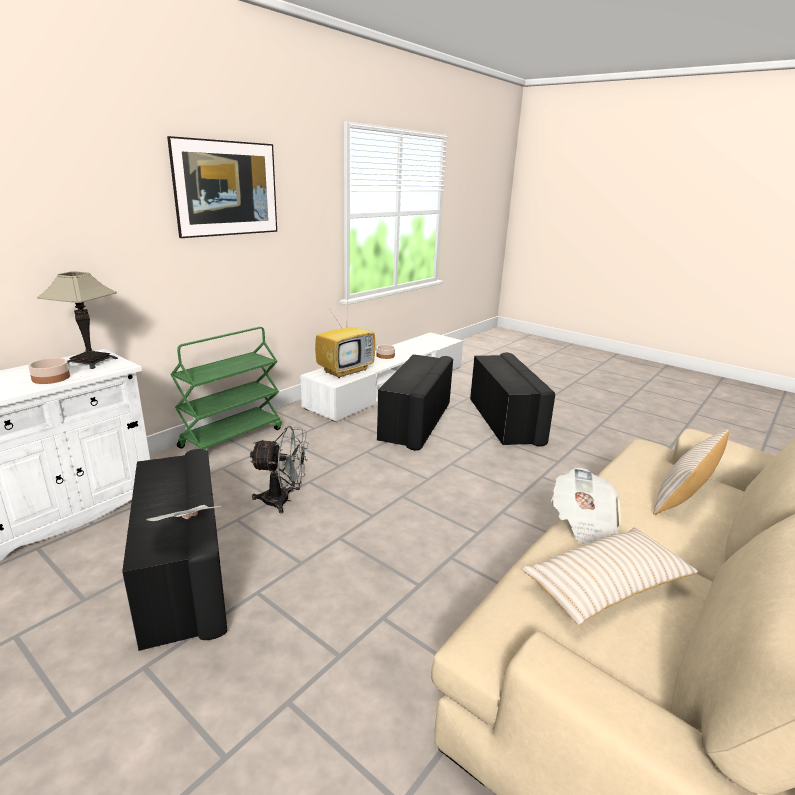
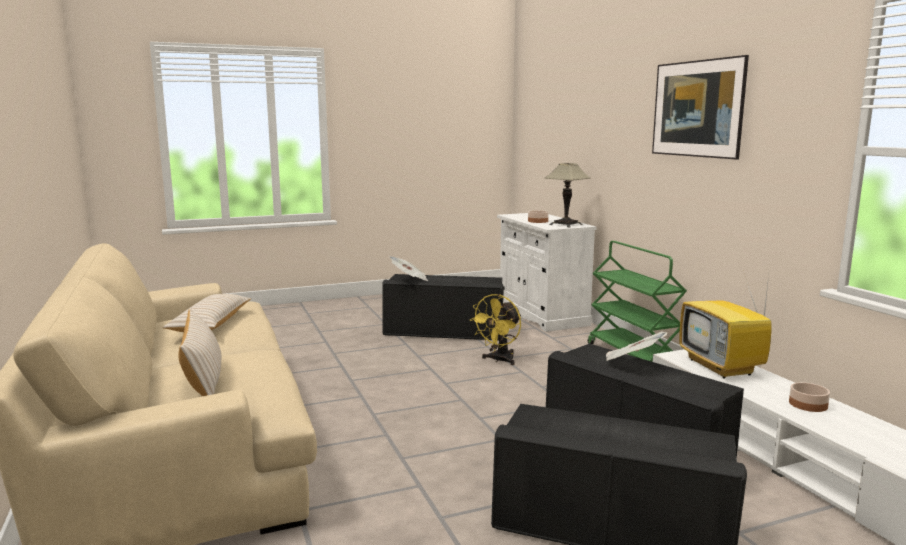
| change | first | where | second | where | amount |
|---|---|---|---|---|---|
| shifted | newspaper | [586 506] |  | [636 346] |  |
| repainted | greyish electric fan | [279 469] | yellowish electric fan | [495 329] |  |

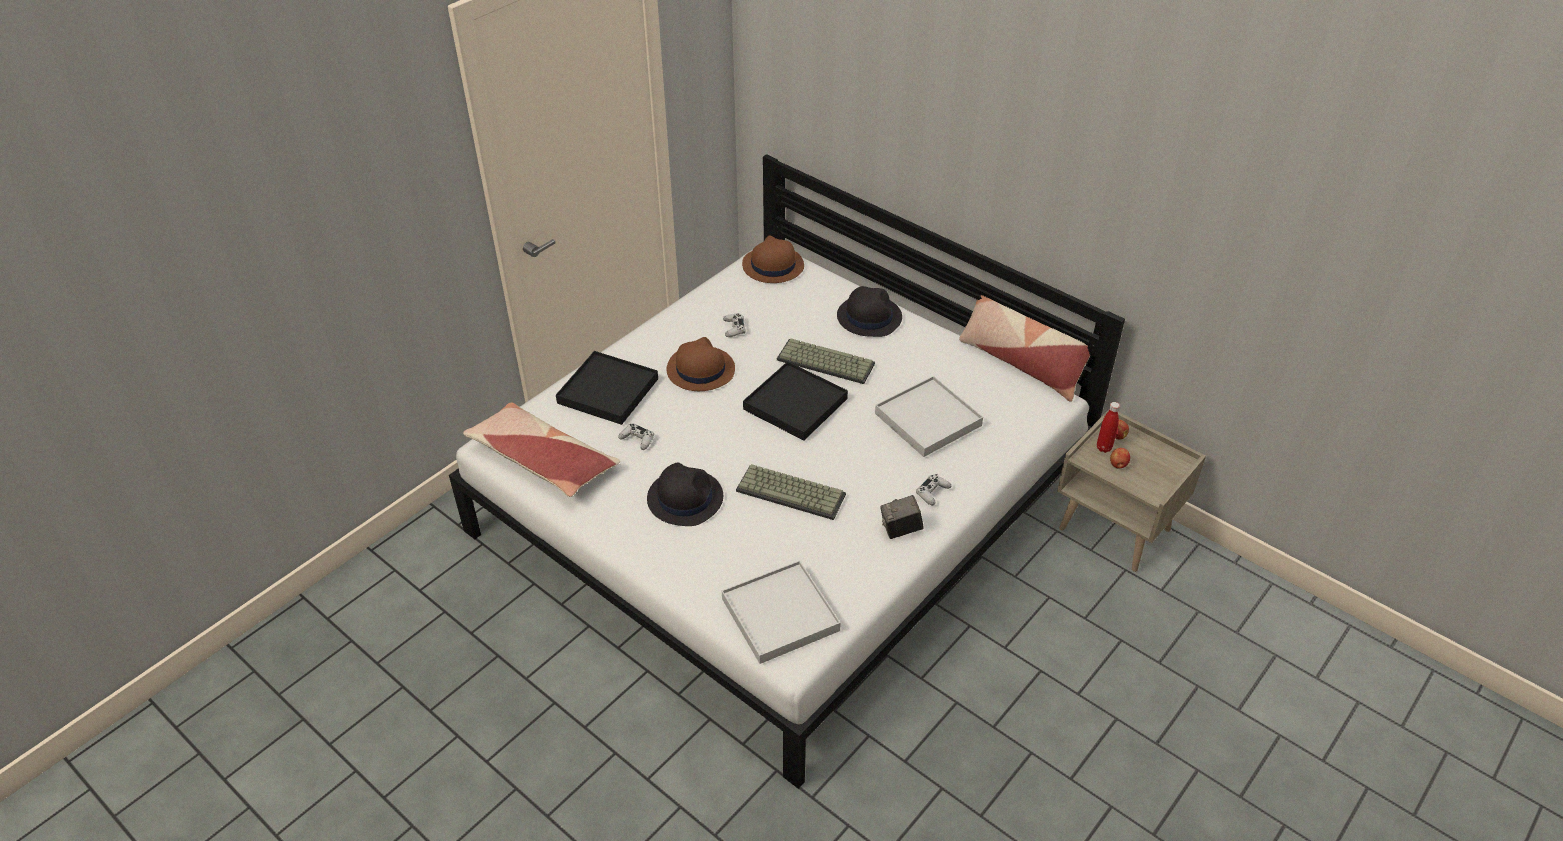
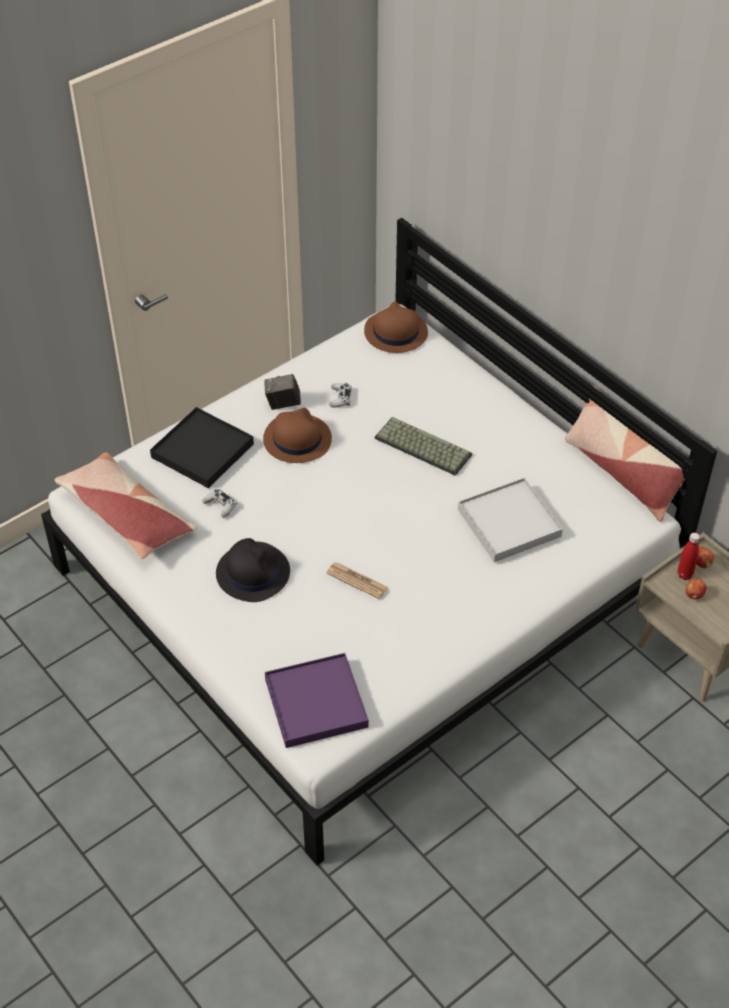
| change | first | where | second | where | amount |
|---|---|---|---|---|---|
| gone | blackish serving tray | [795 401] |  |  |  |
| gone | blackish hat | [869 311] |  |  |  |
| gone | white gamepad | [933 489] |  |  |  |
| shifted | photo camera | [901 517] |  | [282 392] |  |
| swapped | PC keyboard | [791 492] | newspaper | [357 580] |  |
| repainted | white serving tray | [781 612] | purple serving tray | [317 700] |  |

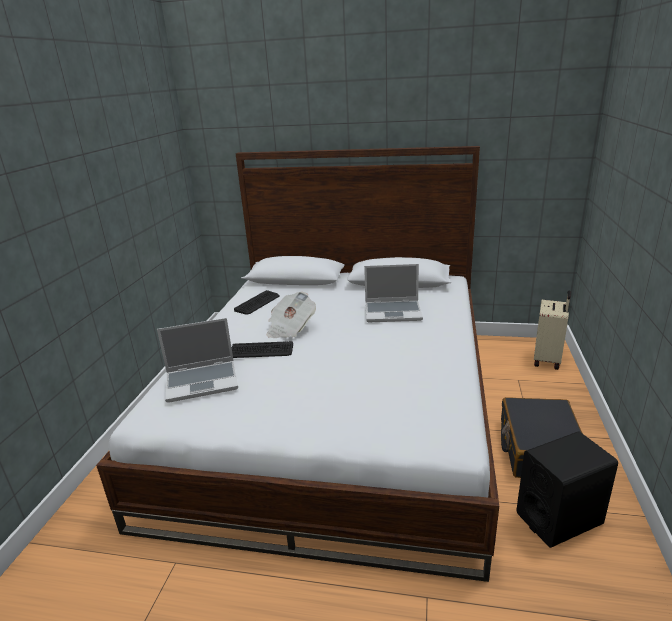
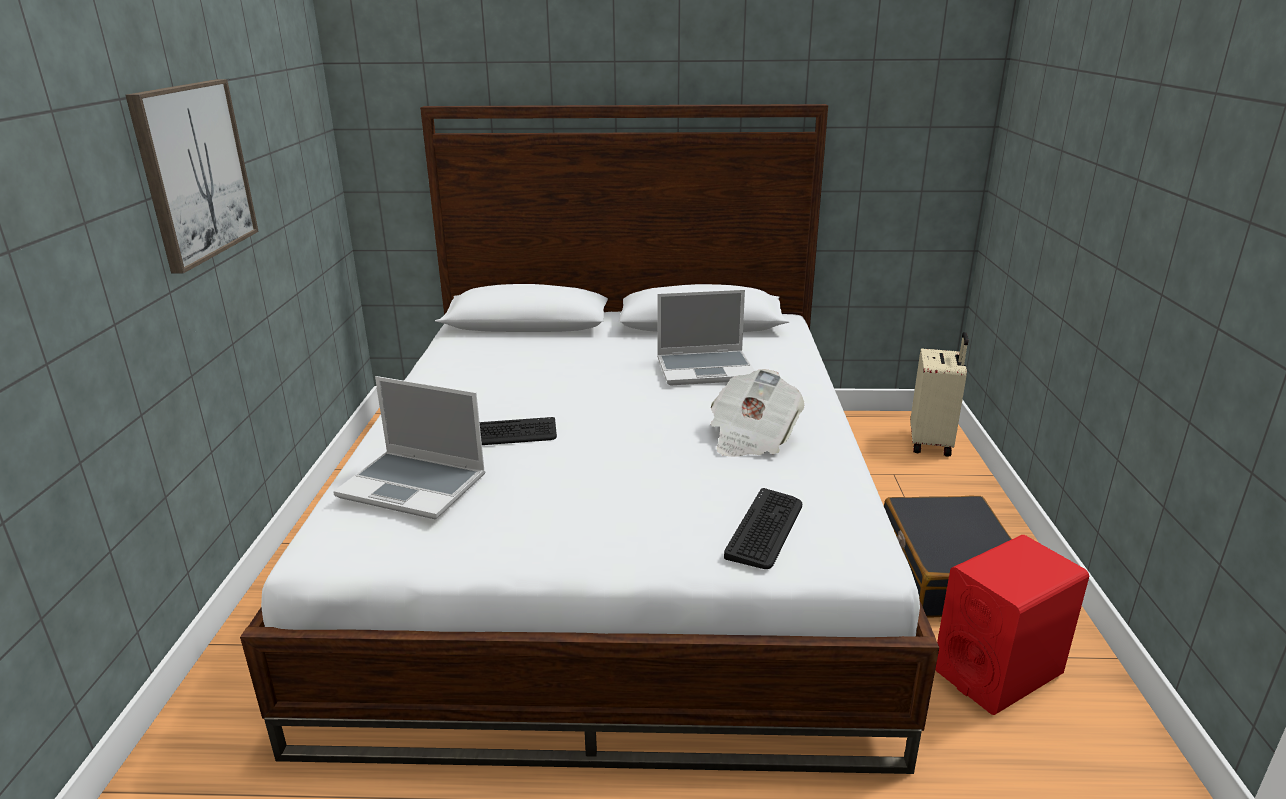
| change | first | where | second | where | amount |
|---|---|---|---|---|---|
| new |  |  | picture | [192 176] |  |
| shifted | PC keyboard | [256 302] |  | [763 528] |  |
| shifted | newspaper | [291 315] |  | [757 413] |  |
| repainted | blackish loudspeaker | [567 489] | red loudspeaker | [1012 625] |  |
| rotated | notebook computer | [197 360] |  | [409 447] | 45 degrees clockwise |

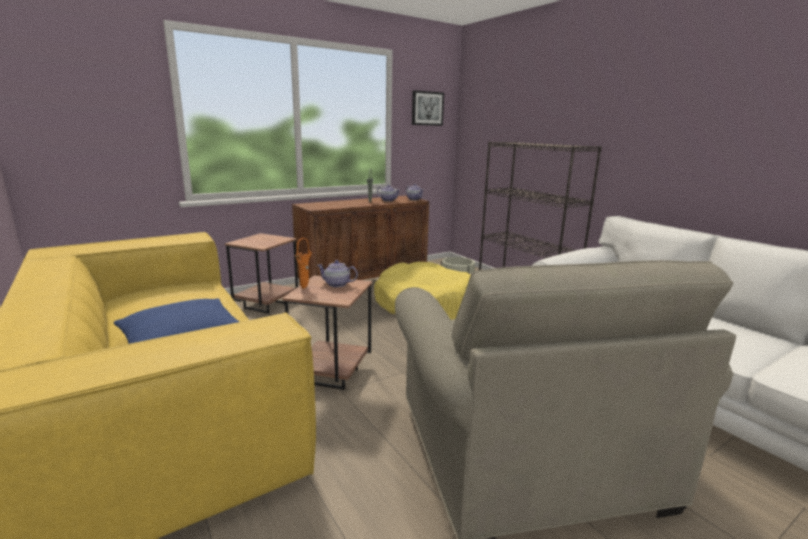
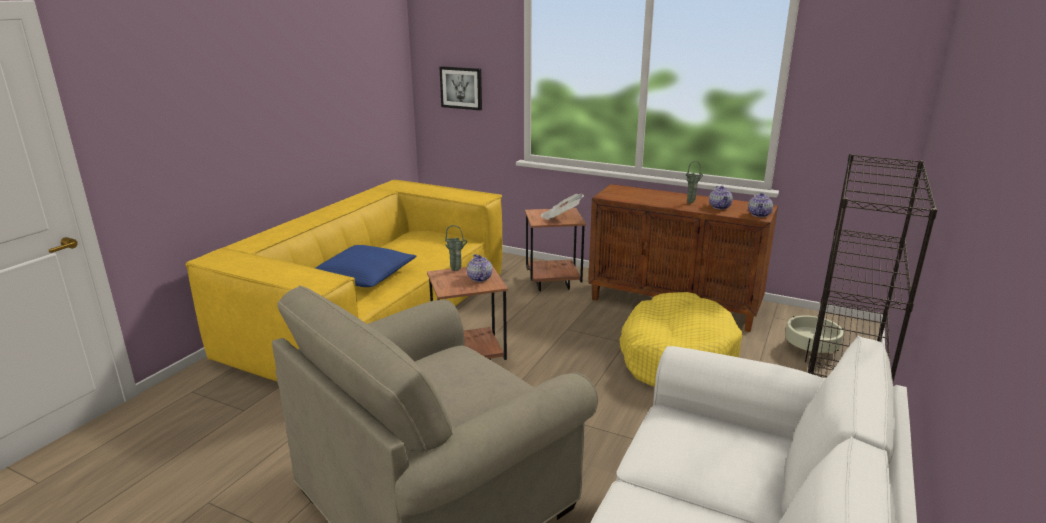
| change | first | where | second | where | amount |
|---|---|---|---|---|---|
| new |  |  | newspaper | [562 207] |  |
| shifted | picture | [428 108] |  | [460 88] |  |
| repainted | orange-coloured decorative vase | [303 263] | green-coloured decorative vase | [456 248] |  |

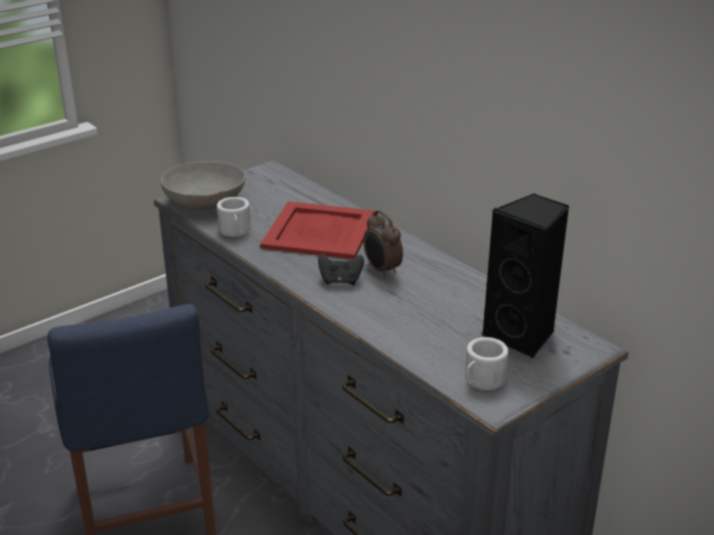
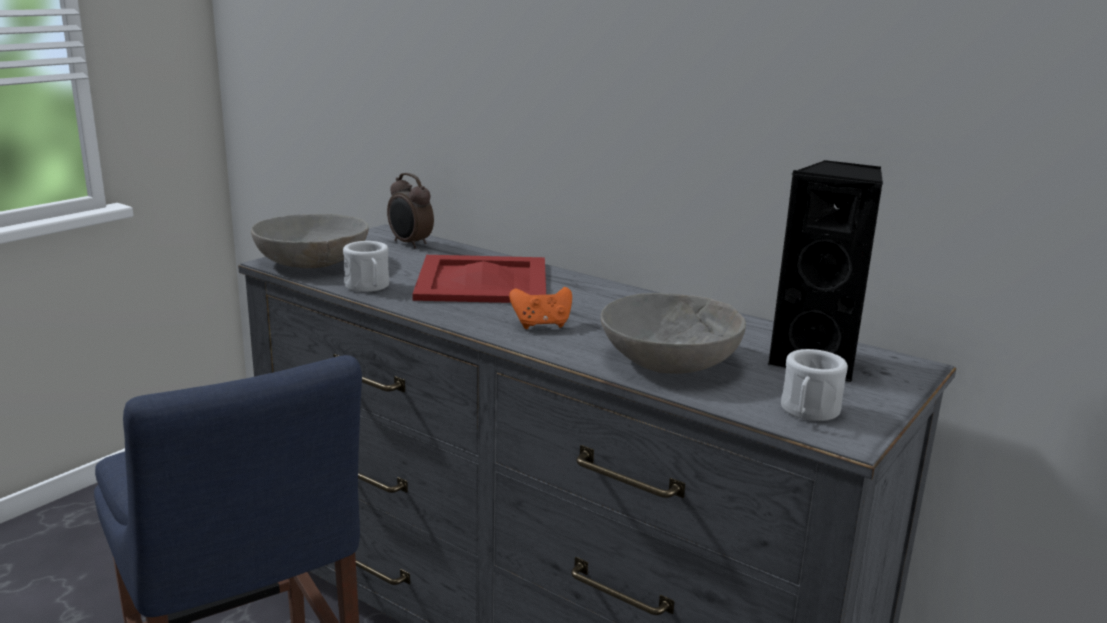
| change | first | where | second | where | amount |
|---|---|---|---|---|---|
| new |  |  | greyish deep dish | [673 333] |  |
| shifted | bedside clock | [383 244] |  | [410 210] |  |
| repainted | blackish gamepad | [341 269] | orange-coloured gamepad | [540 308] |  |

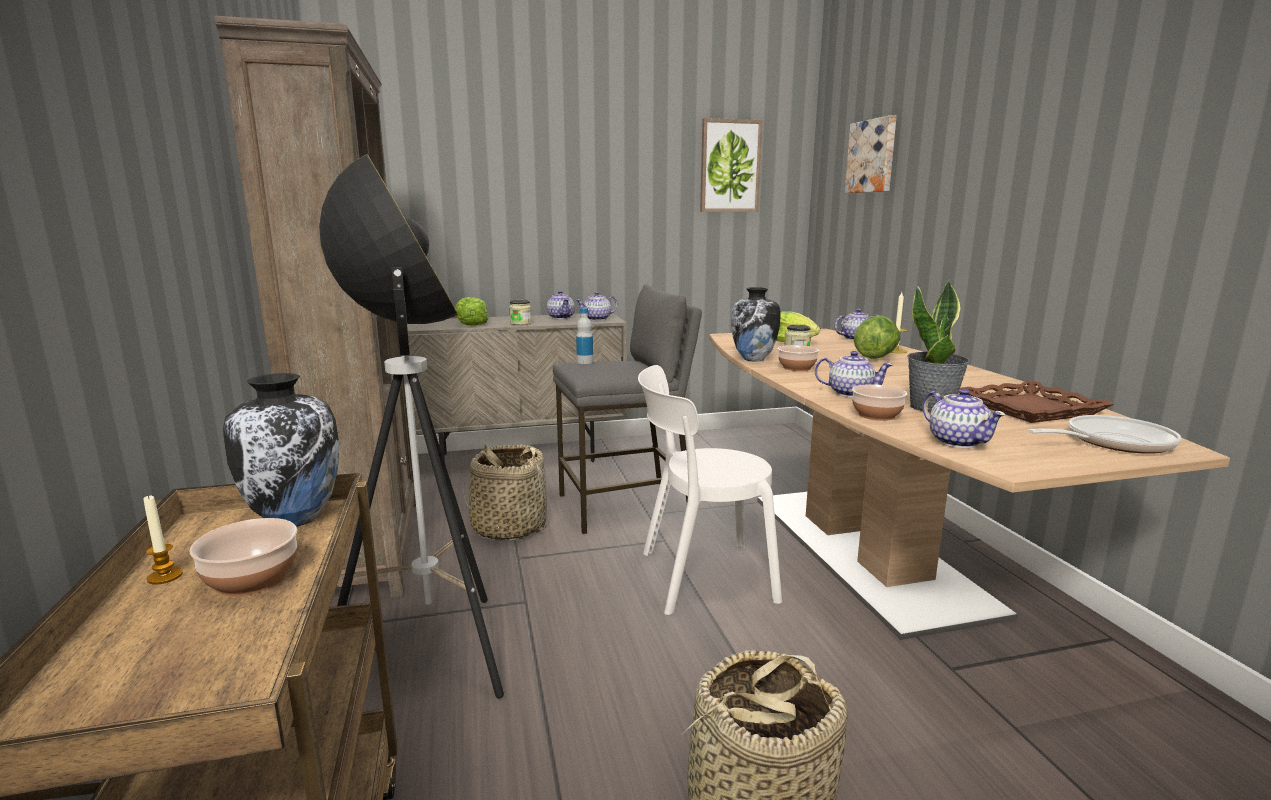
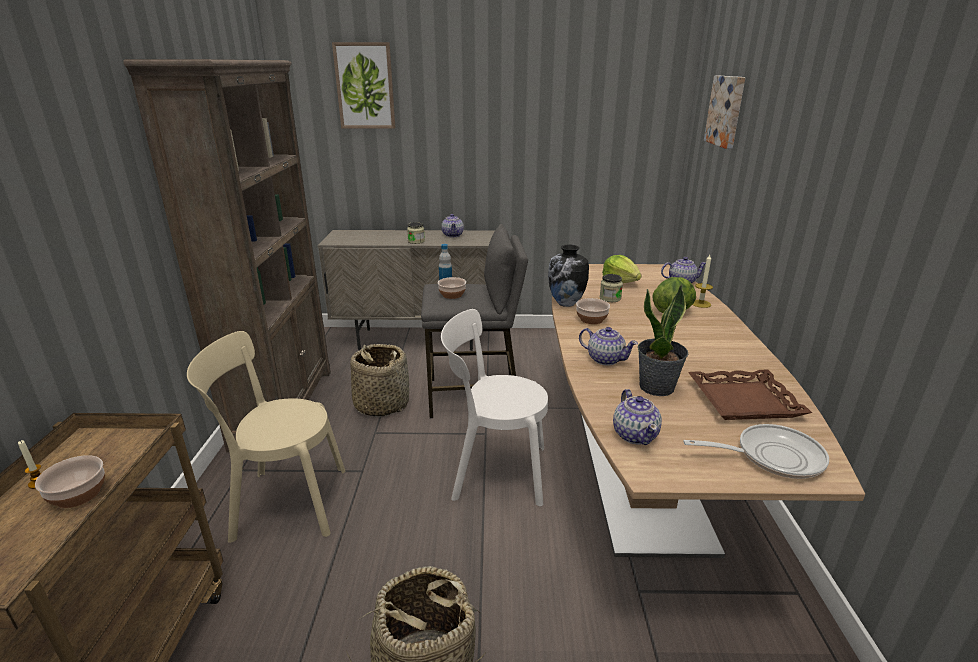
| change | first | where | second | where | amount |
|---|---|---|---|---|---|
| gone | decorative vase | [281 450] |  |  |  |
| gone | lettuce head | [472 311] |  |  |  |
| gone | pot for tea | [597 306] |  |  |  |
| shifted | picture | [731 165] |  | [363 85] |  |
| shifted | deep dish | [879 402] |  | [452 288] |  |
| swapped | floor lamp | [411 426] | beige chair | [266 437] |  |

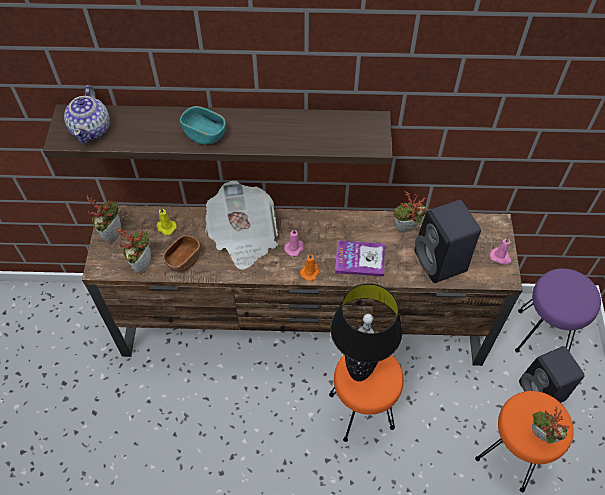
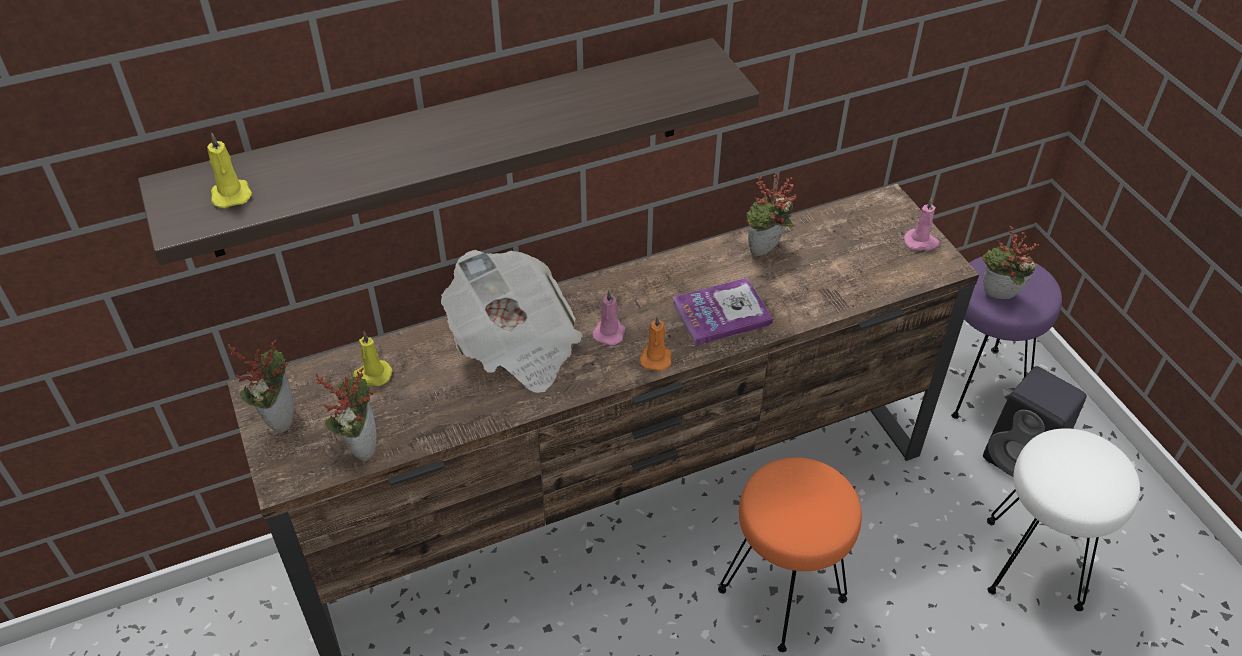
| change | first | where | second | where | amount |
|---|---|---|---|---|---|
| gone | brownish deep dish | [181 253] |  |  |  |
| gone | turquoise deep dish | [203 125] |  |  |  |
| gone | blackish lamp for a table | [366 332] |  |  |  |
| gone | blackish loudspeaker | [447 241] |  |  |  |
| shifted | houseplant | [551 425] |  | [1010 262] |  |
| swapped | pot for tea | [87 114] | yellowish candle | [229 170] |  |
| repainted | orange-coloured stool seat | [524 441] | white stool seat | [1063 519] |  |

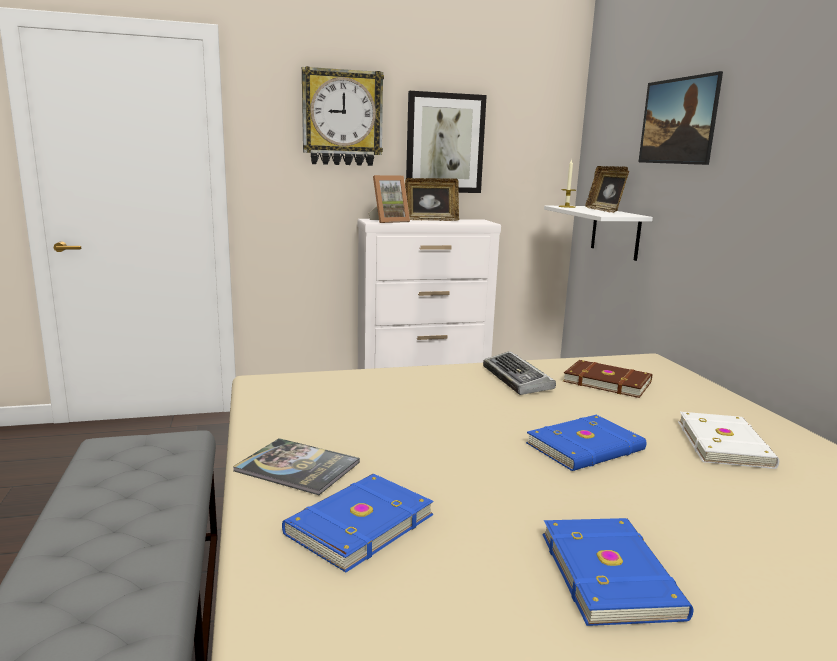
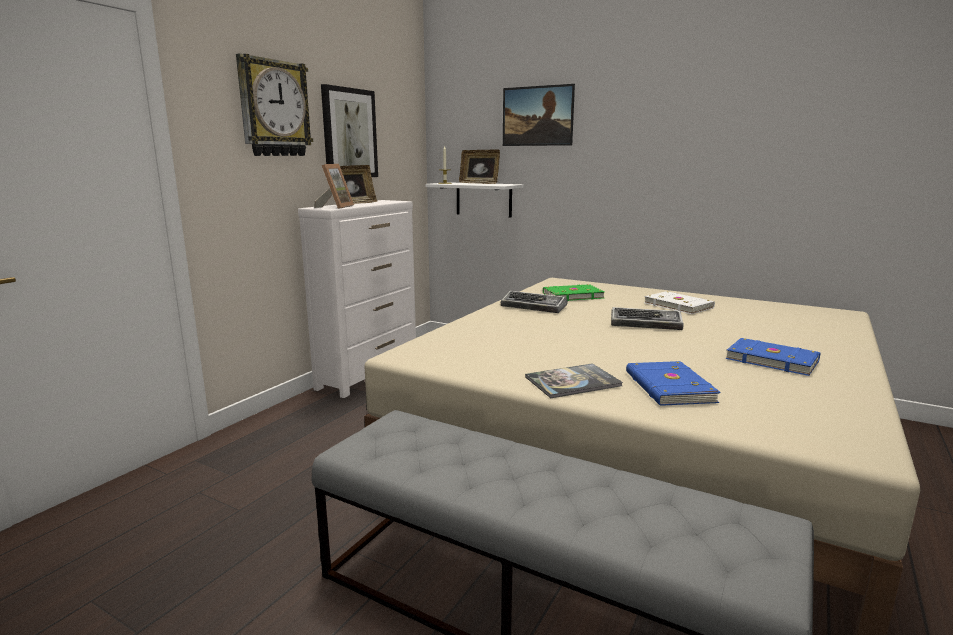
| change | first | where | second | where | amount |
|---|---|---|---|---|---|
| swapped | bluish volume | [586 443] | PC keyboard | [647 318] |  |
| repainted | brownish volume | [607 379] | green-coloured volume | [573 292] |  |

